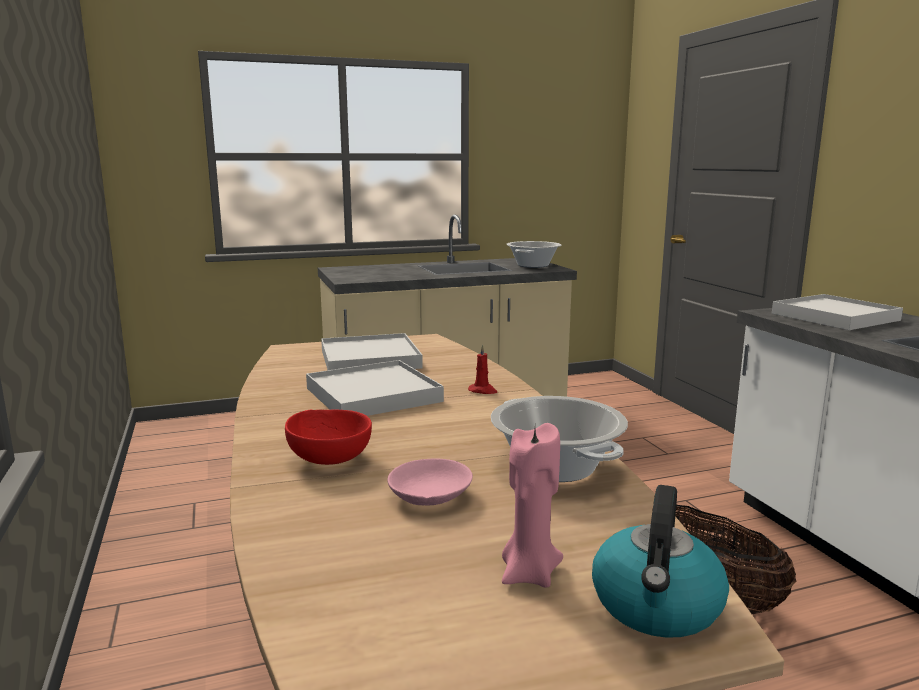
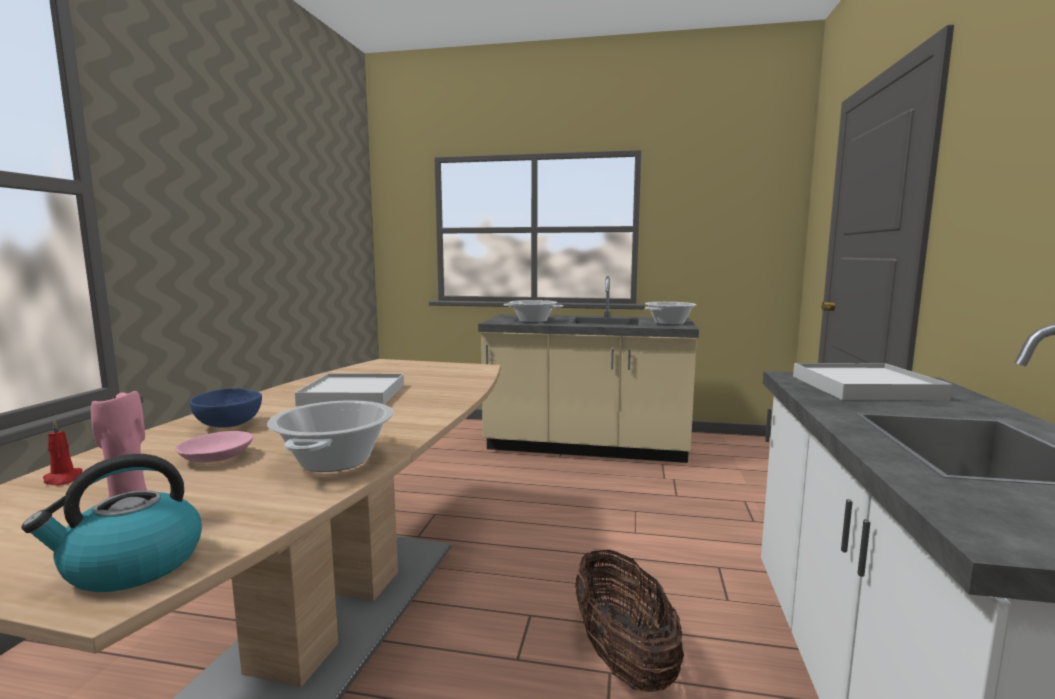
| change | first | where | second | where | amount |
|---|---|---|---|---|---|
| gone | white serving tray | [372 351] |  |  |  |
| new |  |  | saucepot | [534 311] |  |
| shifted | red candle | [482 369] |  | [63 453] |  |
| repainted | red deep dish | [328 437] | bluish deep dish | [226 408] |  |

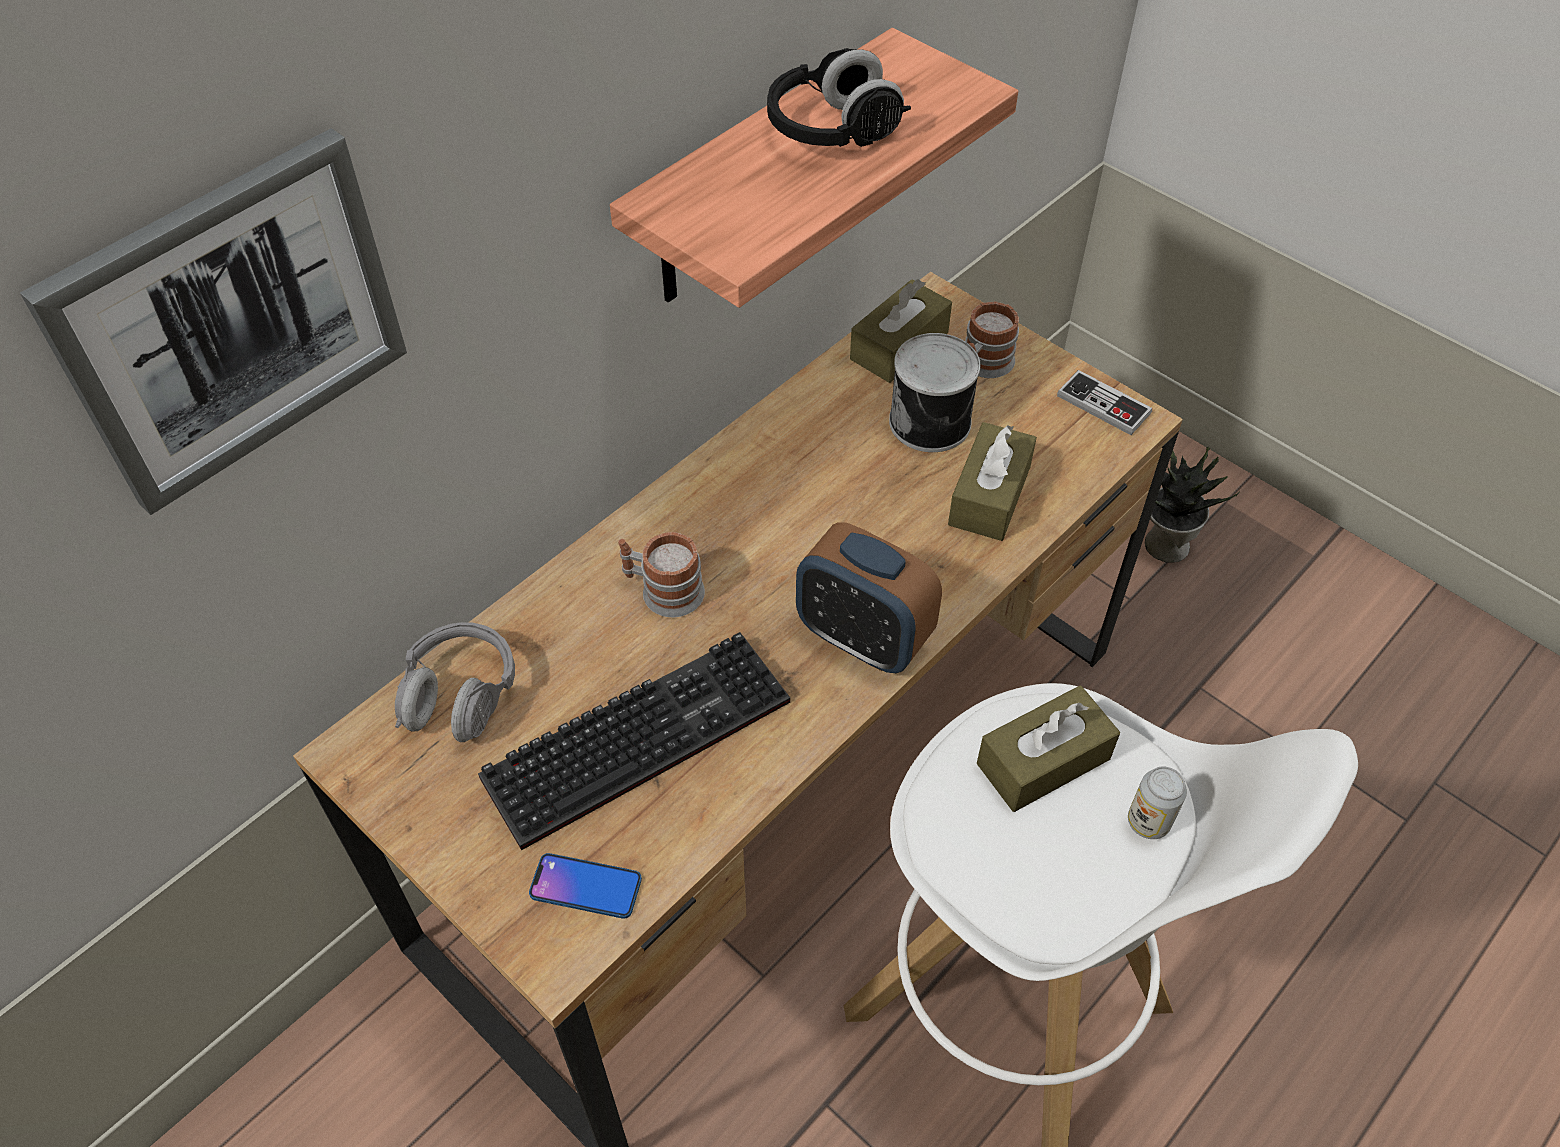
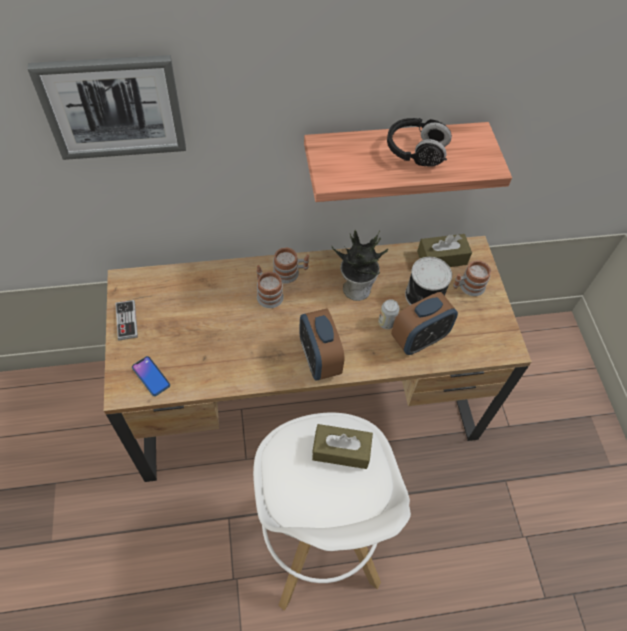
| change | first | where | second | where | amount |
|---|---|---|---|---|---|
| gone | greyish headset | [455 682] |  |  |  |
| gone | PC keyboard | [634 741] |  |  |  |
| new |  |  | tea mug | [291 265] |  |
| shifted | gamepad | [1104 402] |  | [126 320] |  |
| shifted | metal can | [1157 803] |  | [389 314] |  |
| shifted | houseplant | [1192 505] |  | [359 265] |  |
| swapped | brownish box of tissues | [992 481] | bedside clock | [424 323] |  |

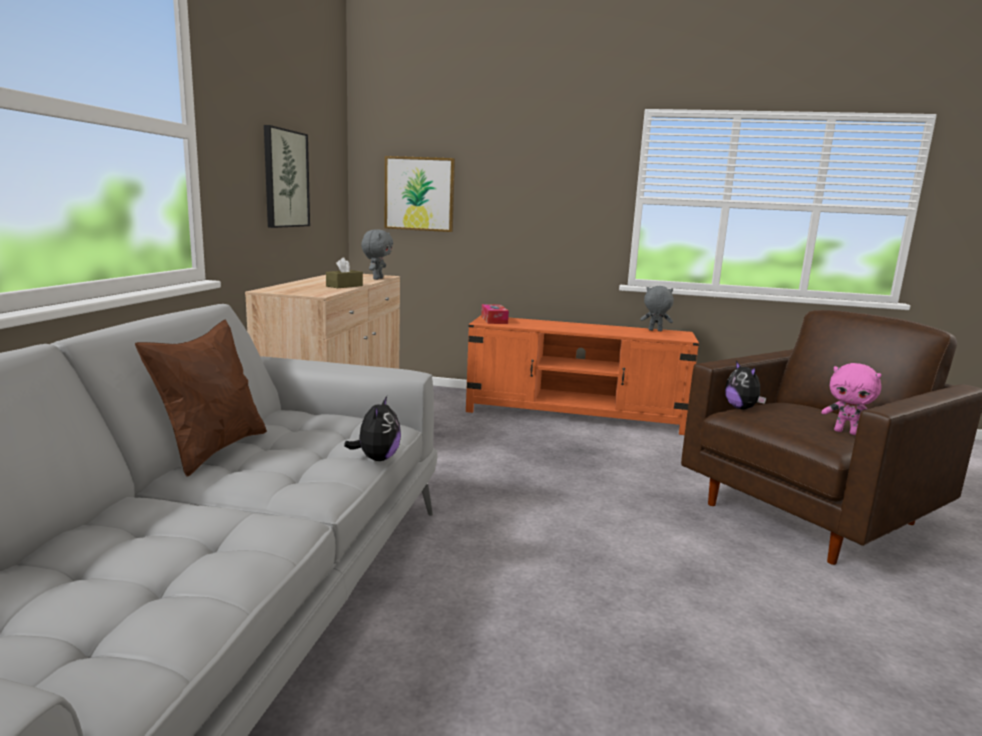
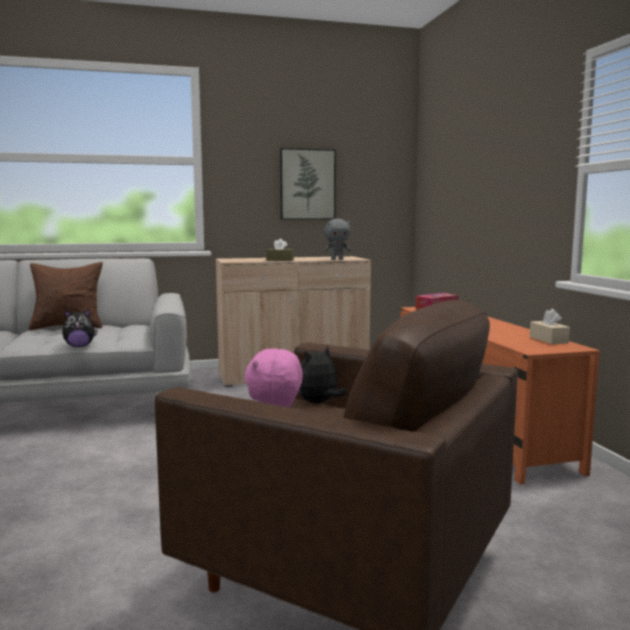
| change | first | where | second | where | amount |
|---|---|---|---|---|---|
| gone | picture | [420 194] |  |  |  |
| swapped | greyish cuddly toy | [657 308] | beige box of tissues | [550 326] |  |

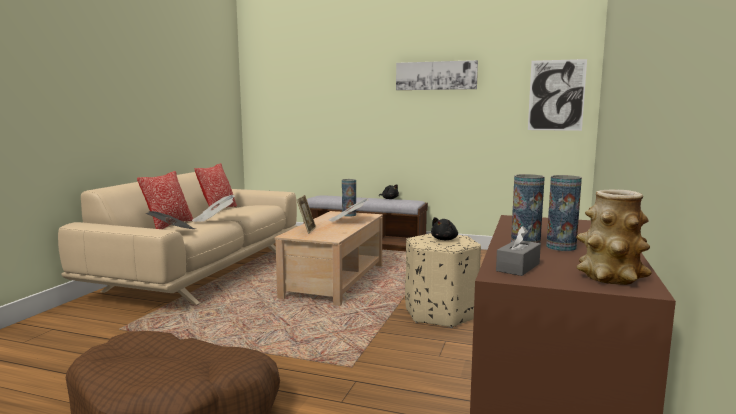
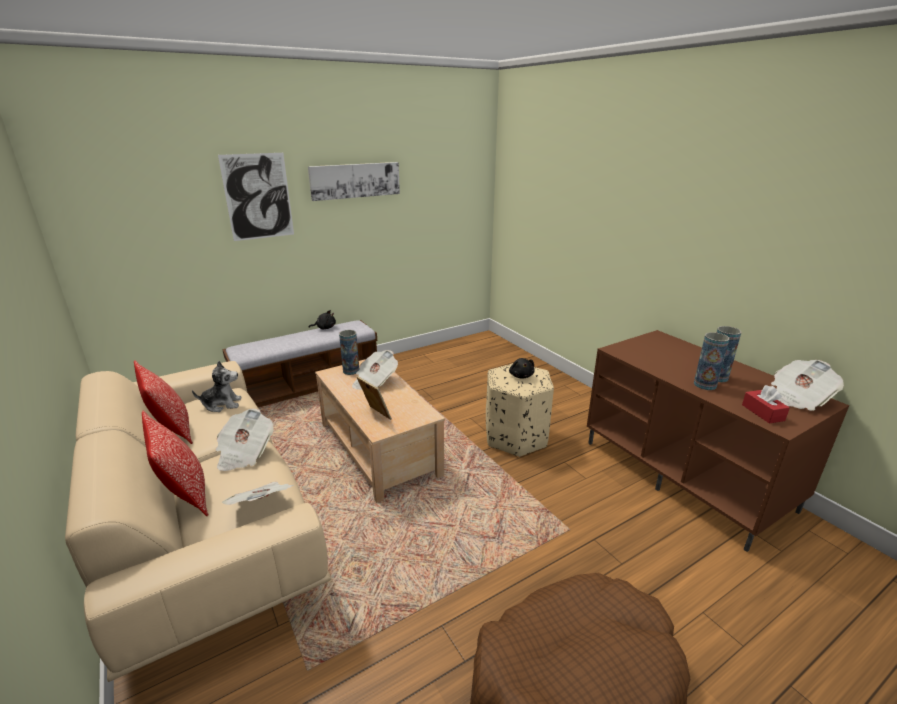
| change | first | where | second | where | amount |
|---|---|---|---|---|---|
| new |  |  | cuddly toy | [217 386] |  |
| shifted | picture | [557 95] |  | [256 197] |  |
| swapped | decorative vase | [614 237] | newspaper | [807 385] |  |
| repainted | greyish box of tissues | [518 251] | red box of tissues | [766 404] |  |

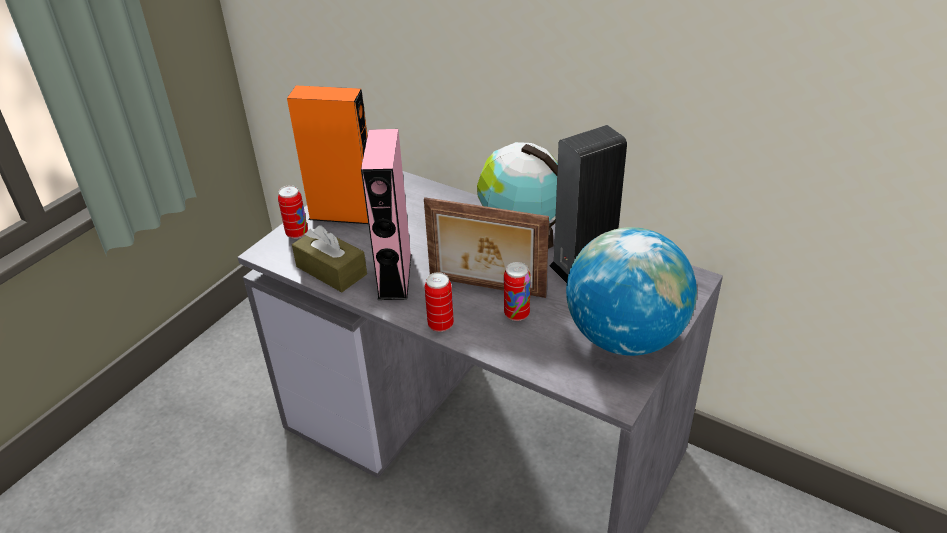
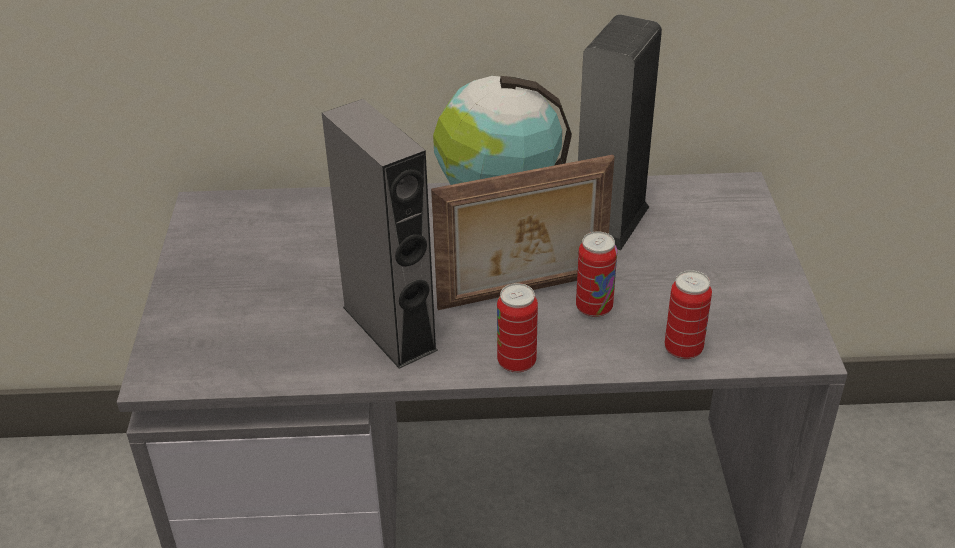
| change | first | where | second | where | amount |
|---|---|---|---|---|---|
| gone | orange-coloured loudspeaker | [327 155] |  |  |  |
| gone | brownish box of tissues | [329 258] |  |  |  |
| gone | world globe | [631 291] |  |  |  |
| shifted | metal can | [293 212] |  | [688 314] |  |
| repainted | pink-coloured loudspeaker | [386 214] | greyish loudspeaker | [380 234] |  |

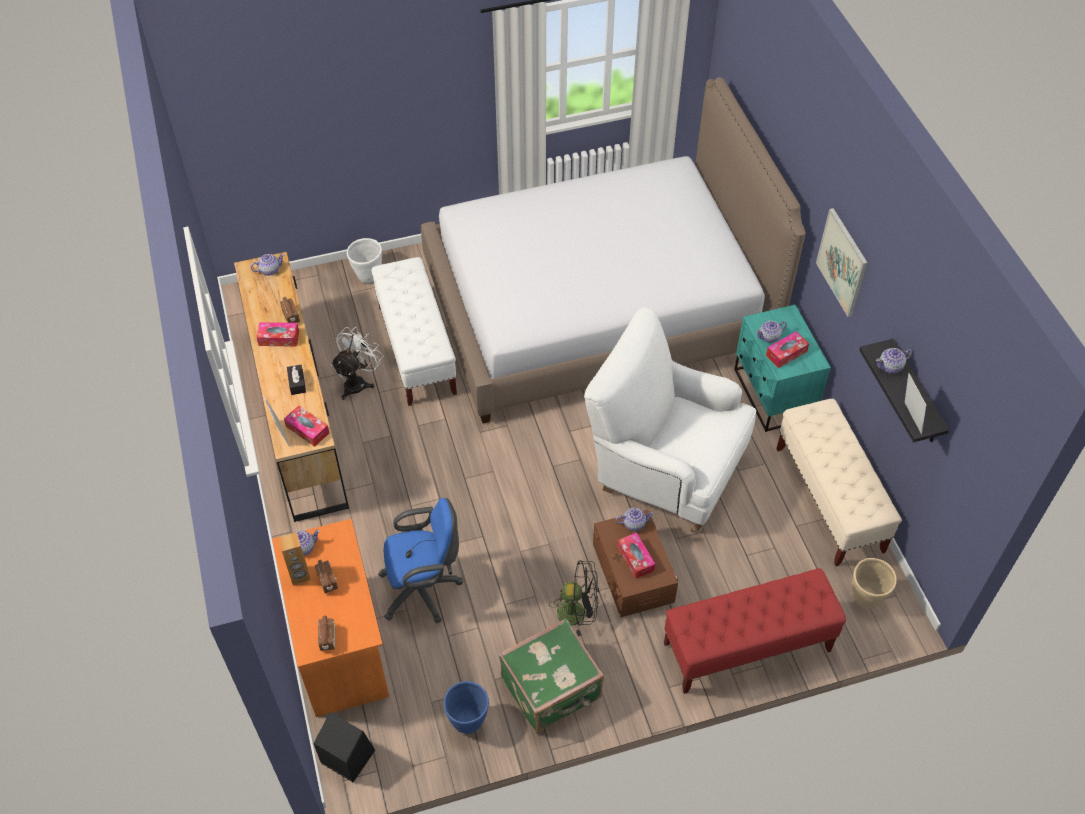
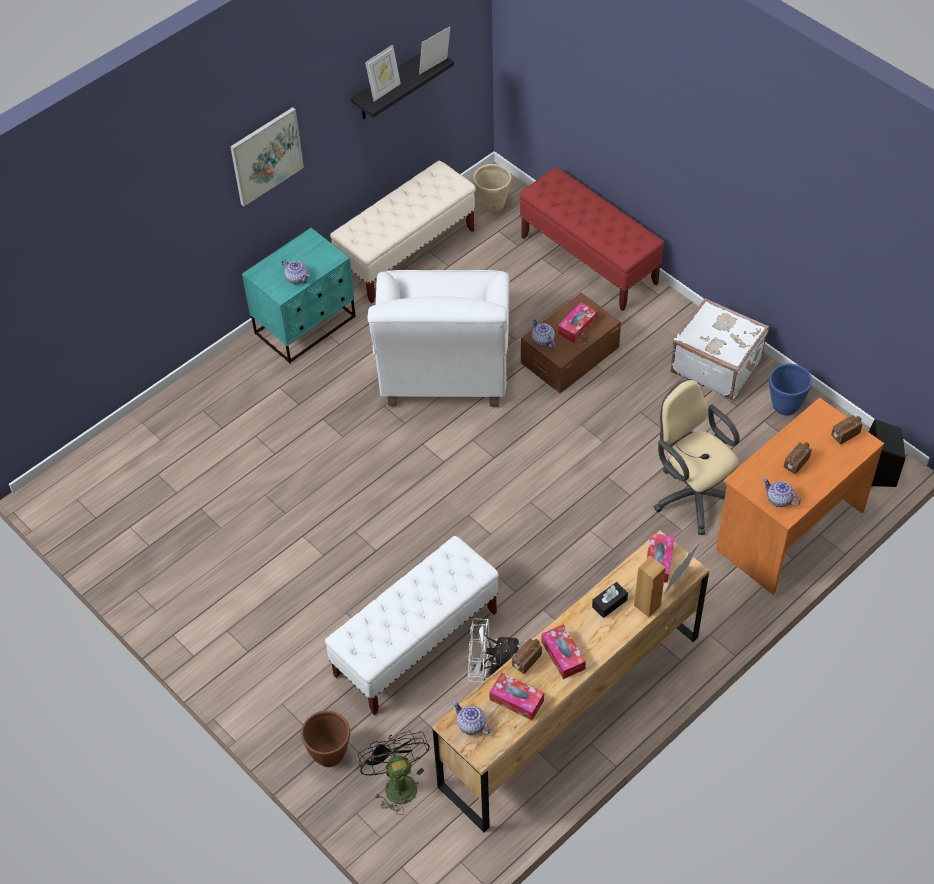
| change | first | where | second | where | amount |
|---|---|---|---|---|---|
| gone | bed | [613 250] |  |  |  |
| shifted | brownish loudspeaker | [294 558] |  | [650 586] |  |
| shifted | blackish electric fan | [574 598] |  | [394 772] |  |
| shifted | box of tissues | [787 349] |  | [516 696] |  |
| swapped | pot for tea | [894 361] | standing frame | [383 73] |  |
| repainted | white flower pot | [364 260] | brownish flower pot | [325 739] |  |
| repainted | bluish office chair | [420 560] | beige office chair | [697 457] |  |
| repainted | green-coloured piece of luggage | [551 675] | white piece of luggage | [719 349] |  |

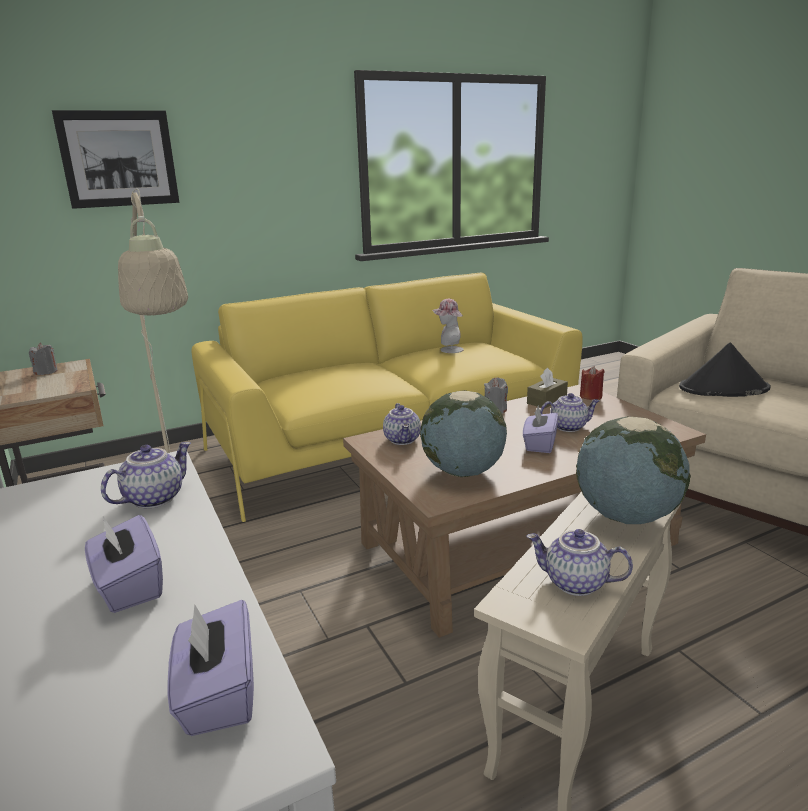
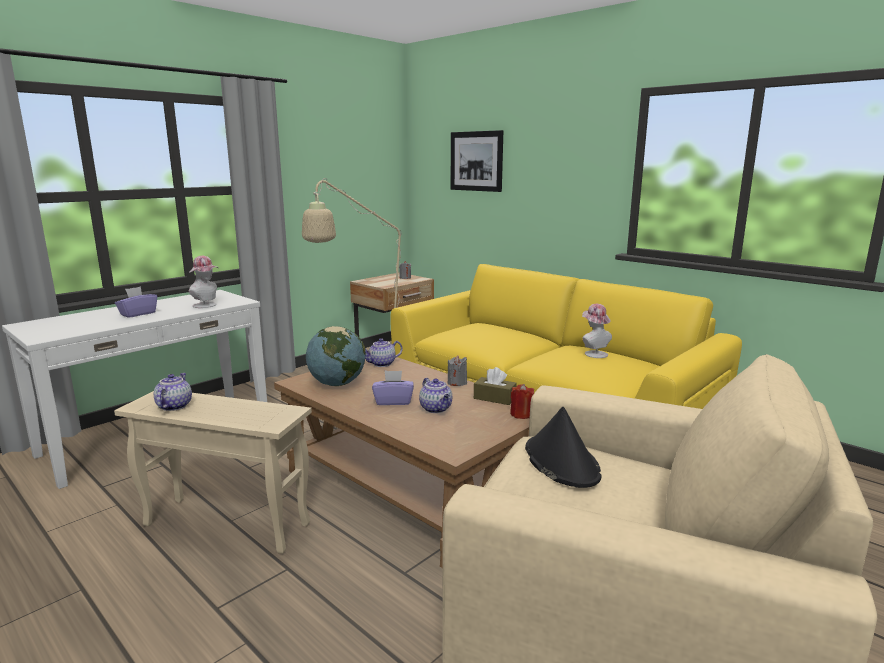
| change | first | where | second | where | amount |
|---|---|---|---|---|---|
| gone | purple box of tissues | [210 668] |  |  |  |
| gone | world globe | [633 470] |  |  |  |
| swapped | pot for tea | [146 475] | hat | [203 282] |  |

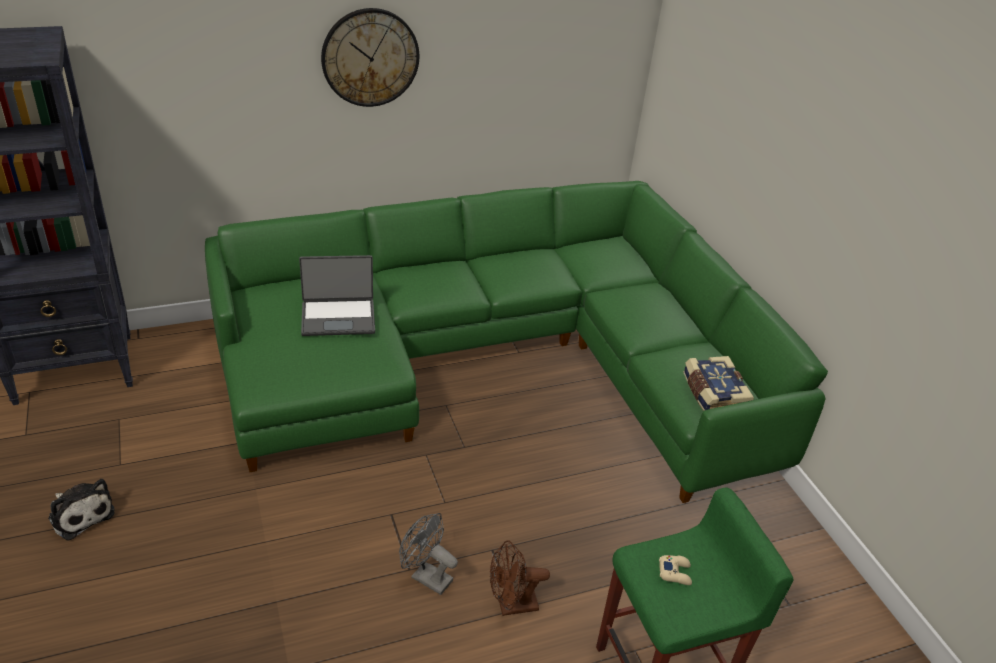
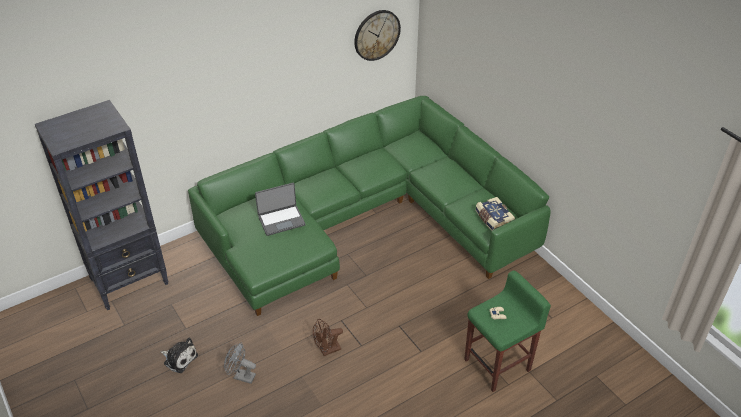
| change | first | where | second | where | amount |
|---|---|---|---|---|---|
| shifted | hanging clock | [370 57] |  | [377 35] |  |
| shifted | greyish electric fan | [428 554] |  | [240 363] |  |
| shifted | brownish electric fan | [520 578] |  | [328 337] |  |

